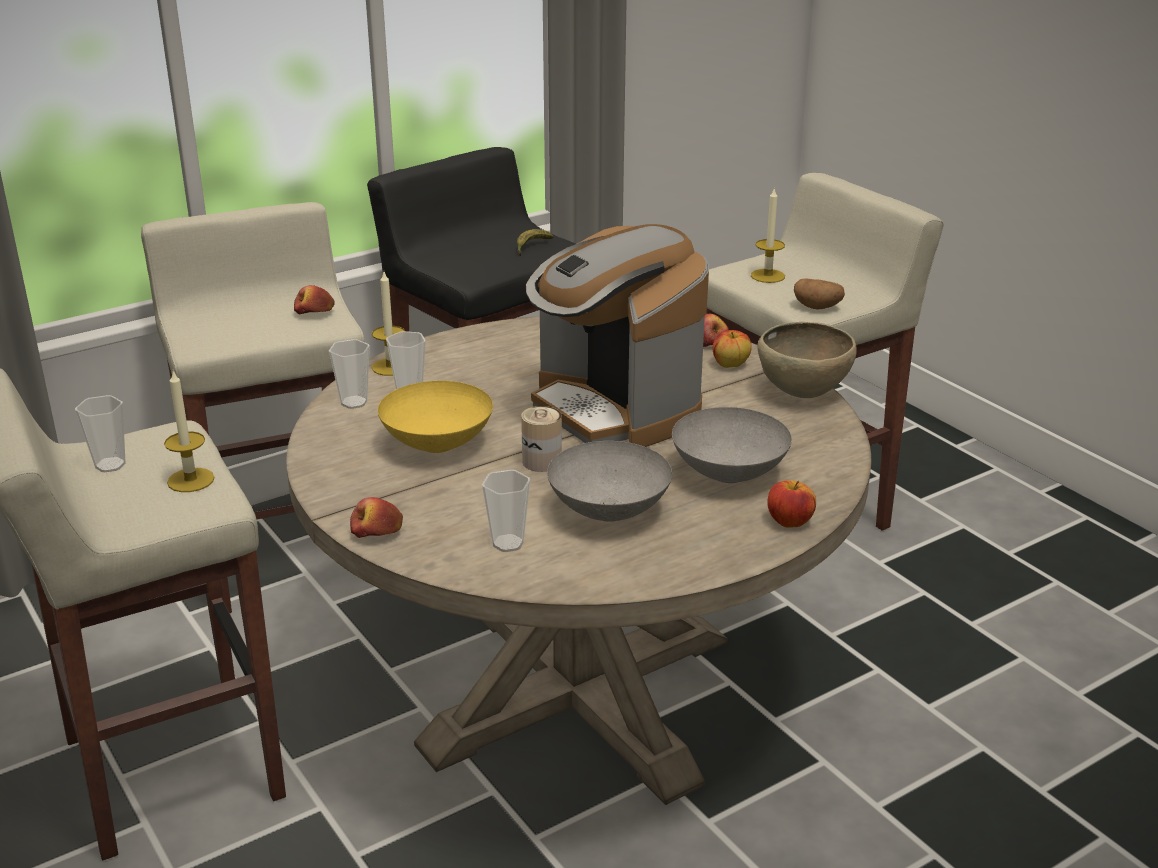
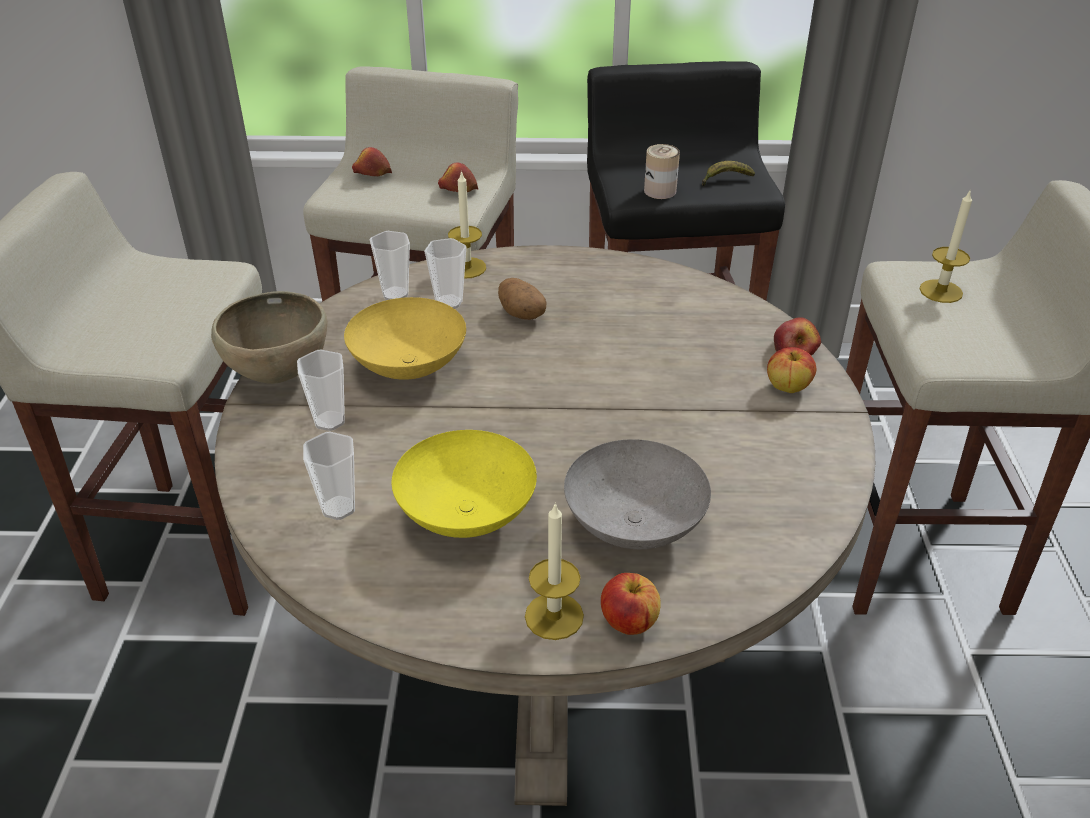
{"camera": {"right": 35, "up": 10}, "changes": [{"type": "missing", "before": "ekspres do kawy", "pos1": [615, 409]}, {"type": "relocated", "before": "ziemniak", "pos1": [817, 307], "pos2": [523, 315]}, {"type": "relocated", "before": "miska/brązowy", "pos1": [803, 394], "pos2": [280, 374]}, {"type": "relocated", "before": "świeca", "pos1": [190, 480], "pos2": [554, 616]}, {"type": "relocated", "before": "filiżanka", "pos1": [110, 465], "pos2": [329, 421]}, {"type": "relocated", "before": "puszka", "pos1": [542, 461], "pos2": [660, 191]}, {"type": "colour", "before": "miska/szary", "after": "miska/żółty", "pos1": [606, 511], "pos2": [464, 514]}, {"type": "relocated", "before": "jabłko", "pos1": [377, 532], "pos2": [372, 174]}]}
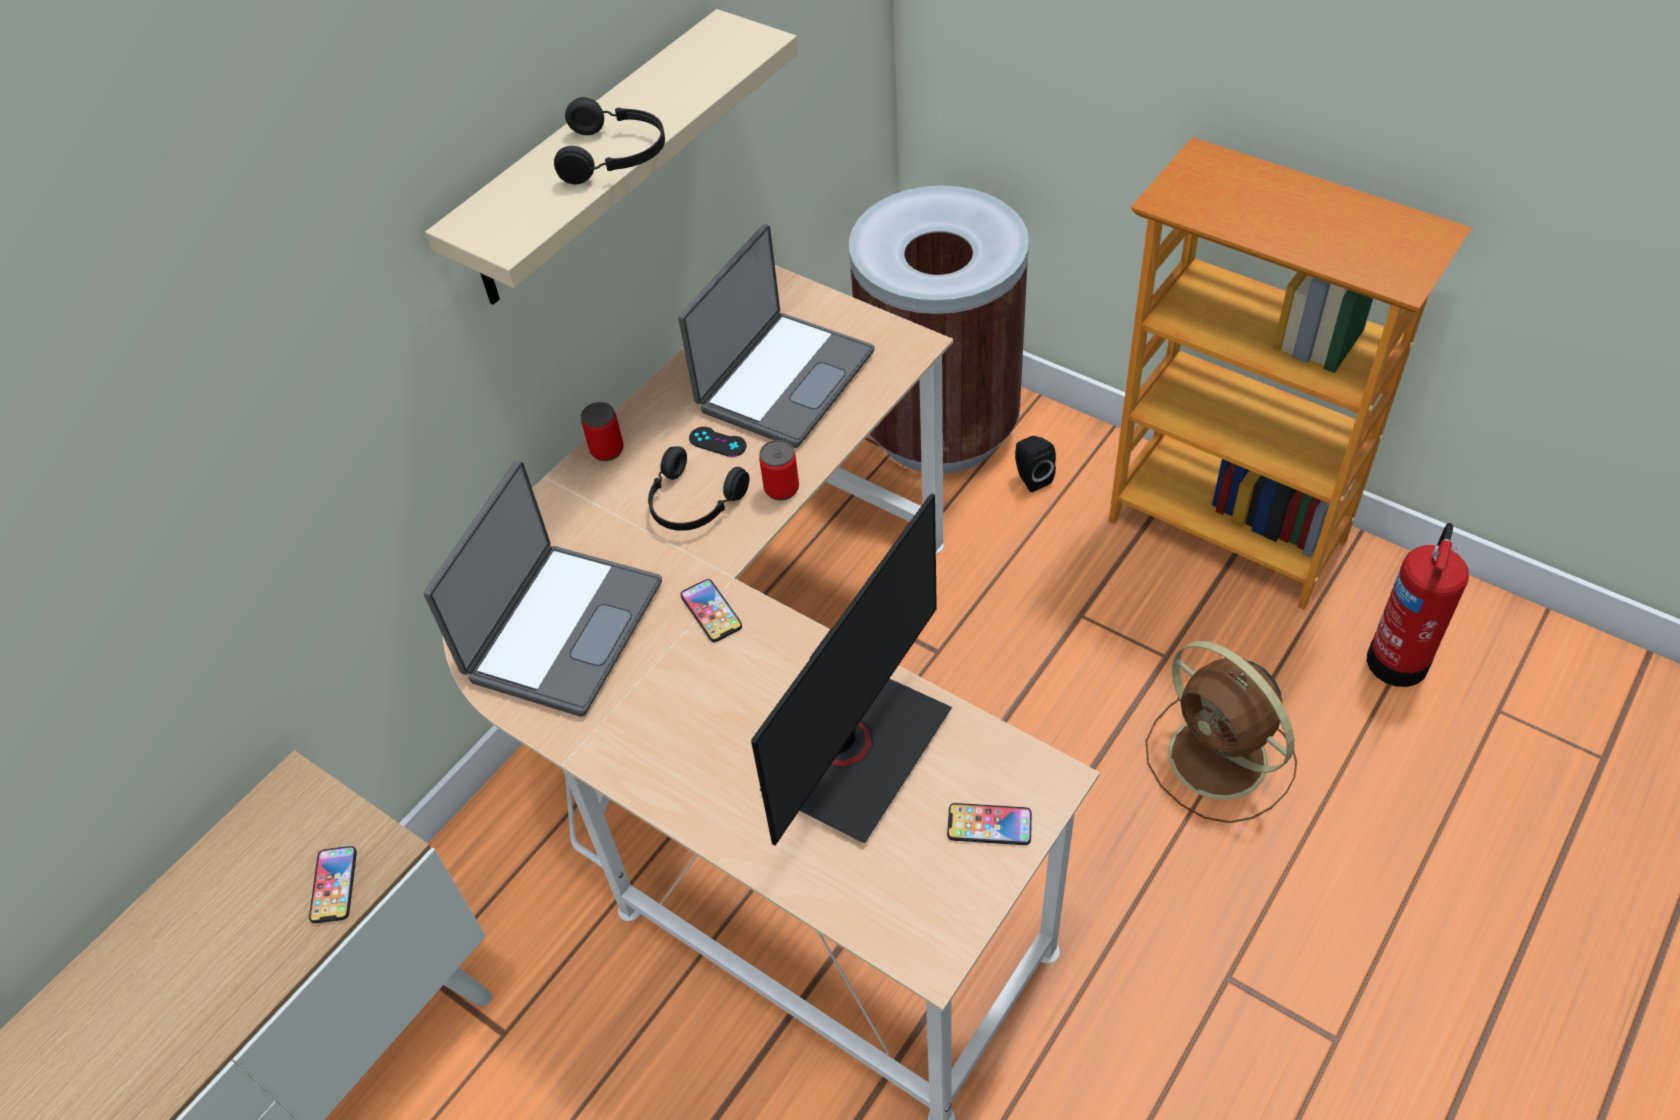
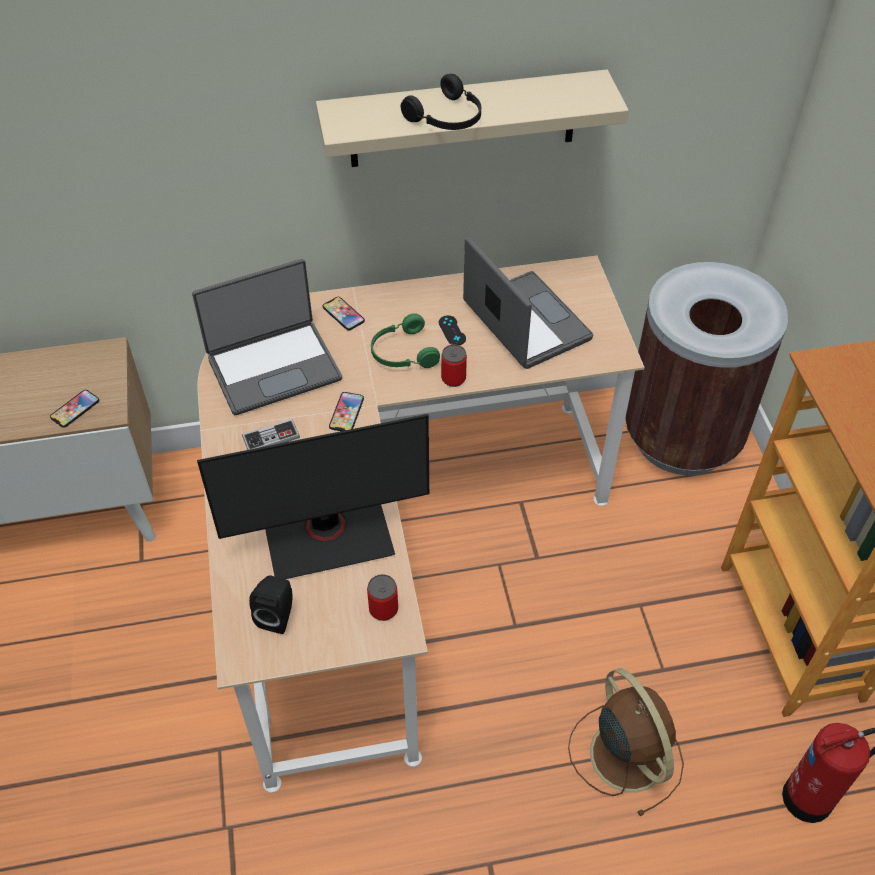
{"camera": {"right": 40, "up": 0}, "changes": [{"type": "spun", "before": "laptop", "pos1": [783, 380], "pos2": [524, 322], "turn": -105}, {"type": "relocated", "before": "puszka", "pos1": [607, 450], "pos2": [383, 609]}, {"type": "relocated", "before": "głośnik/czarny", "pos1": [1031, 478], "pos2": [278, 615]}, {"type": "colour", "before": "słuchawki/czarny", "after": "słuchawki/zielony", "pos1": [692, 504], "pos2": [402, 353]}, {"type": "spun", "before": "wentylator/brązowy", "pos1": [1221, 760], "pos2": [625, 752], "turn": 150}, {"type": "relocated", "before": "telefon", "pos1": [989, 825], "pos2": [343, 314]}, {"type": "appeared", "after": "pad do gier", "pos2": [271, 437]}]}
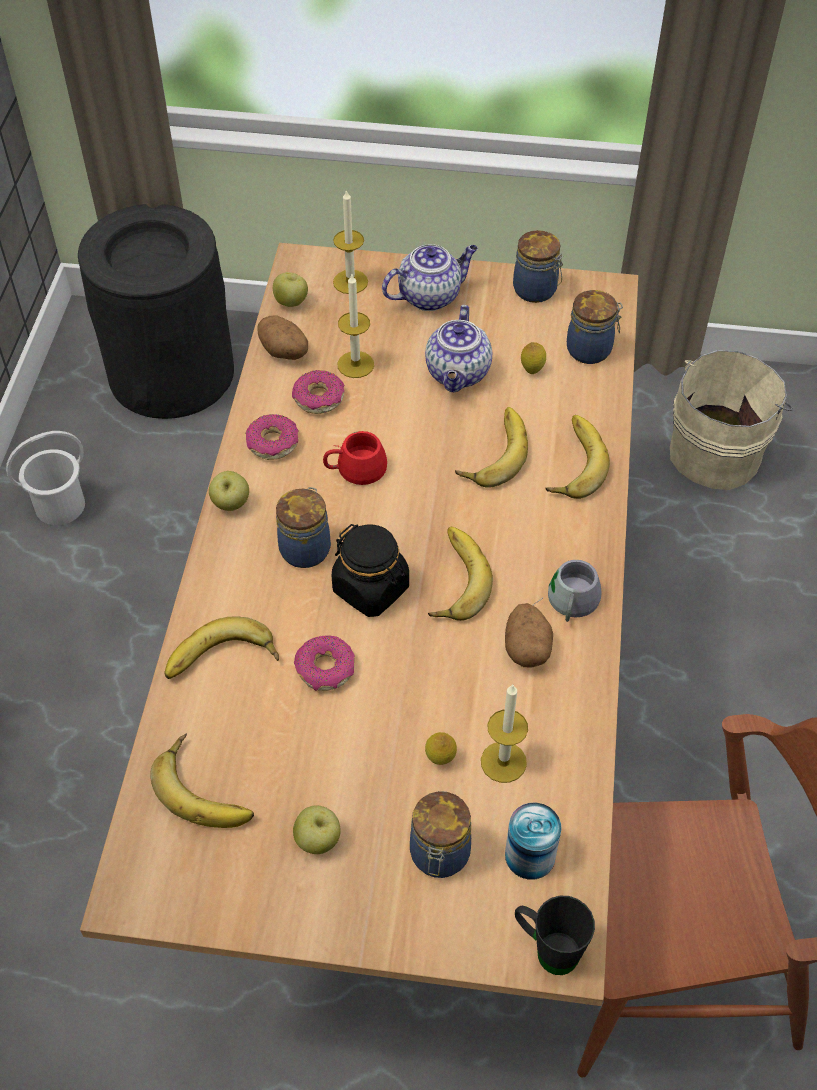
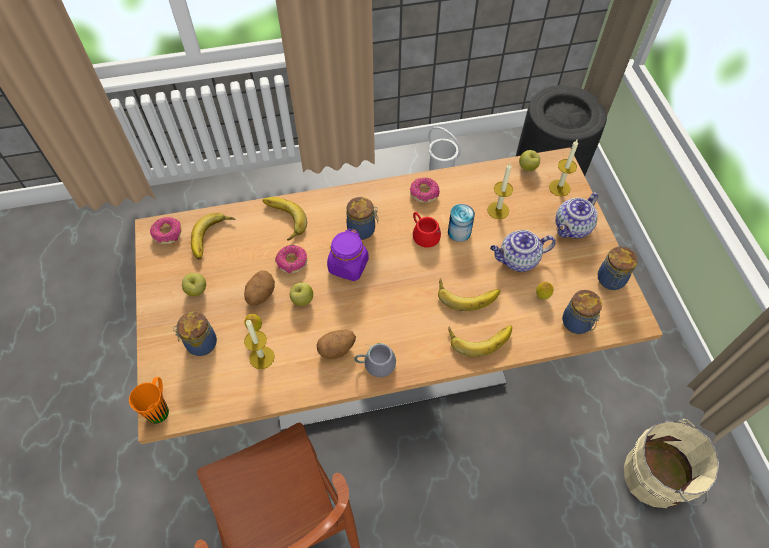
{"camera": {"right": 70, "up": 5}, "changes": [{"type": "spun", "before": "imbryk", "pos1": [430, 296], "pos2": [572, 228], "turn": 90}, {"type": "relocated", "before": "ziemniak", "pos1": [285, 352], "pos2": [260, 295]}, {"type": "relocated", "before": "donut", "pos1": [318, 398], "pos2": [168, 233]}, {"type": "relocated", "before": "jabłko", "pos1": [231, 504], "pos2": [302, 300]}, {"type": "colour", "before": "słoik/czarny", "after": "słoik/fioletowy", "pos1": [371, 589], "pos2": [348, 266]}, {"type": "missing", "before": "banan", "pos1": [452, 579]}, {"type": "relocated", "before": "puszka", "pos1": [530, 855], "pos2": [459, 232]}, {"type": "colour", "before": "kubek/czarny", "after": "kubek/pomarańczowy", "pos1": [547, 949], "pos2": [160, 407]}]}
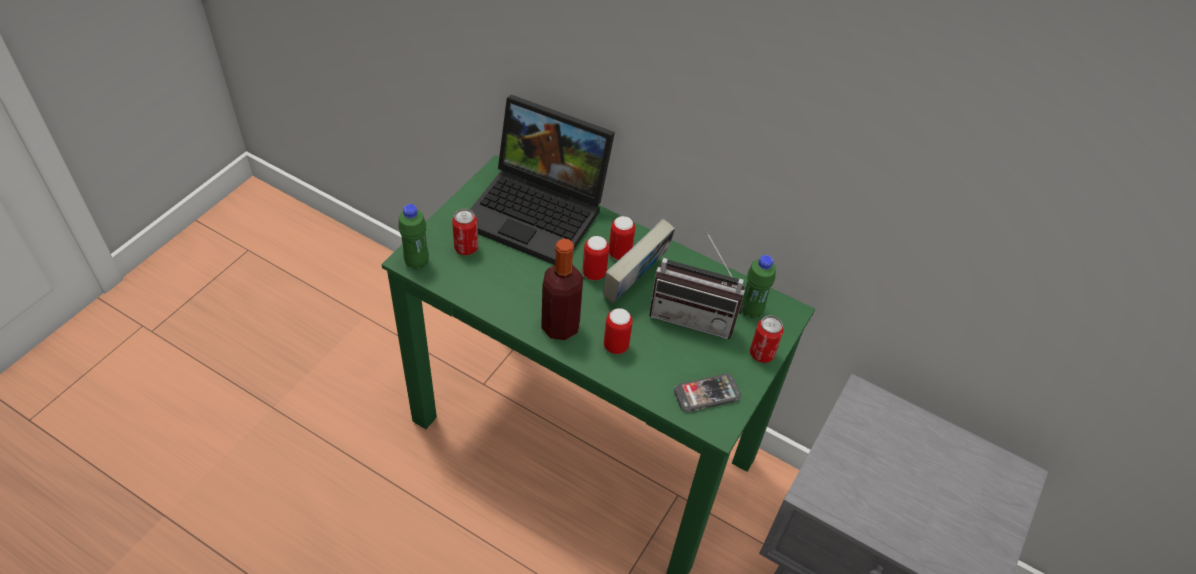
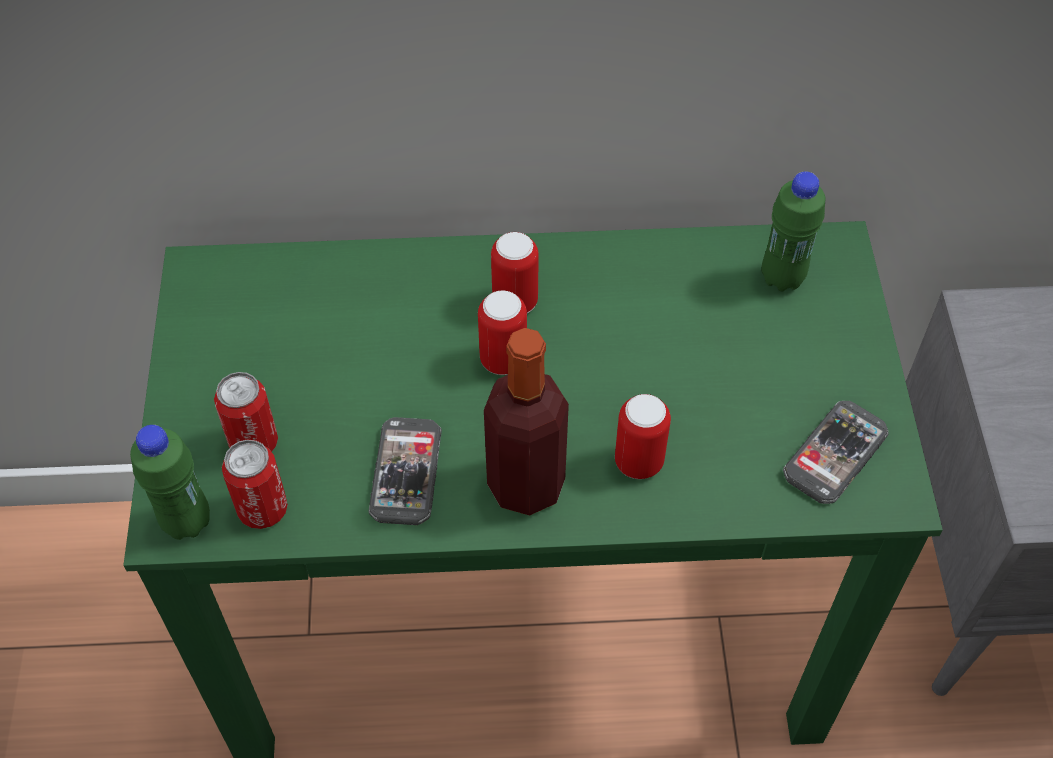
{"camera": {"right": -30, "up": 5}, "changes": [{"type": "missing", "before": "laptop", "pos1": [540, 211]}, {"type": "missing", "before": "książka", "pos1": [635, 283]}, {"type": "missing", "before": "radio", "pos1": [694, 314]}, {"type": "relocated", "before": "puszka", "pos1": [761, 353], "pos2": [262, 509]}, {"type": "appeared", "after": "telefon", "pos2": [406, 472]}]}
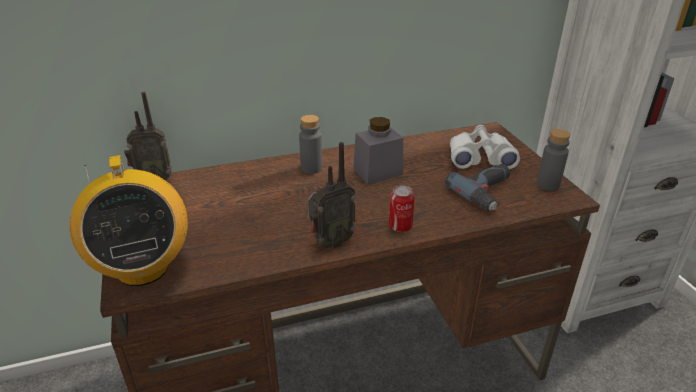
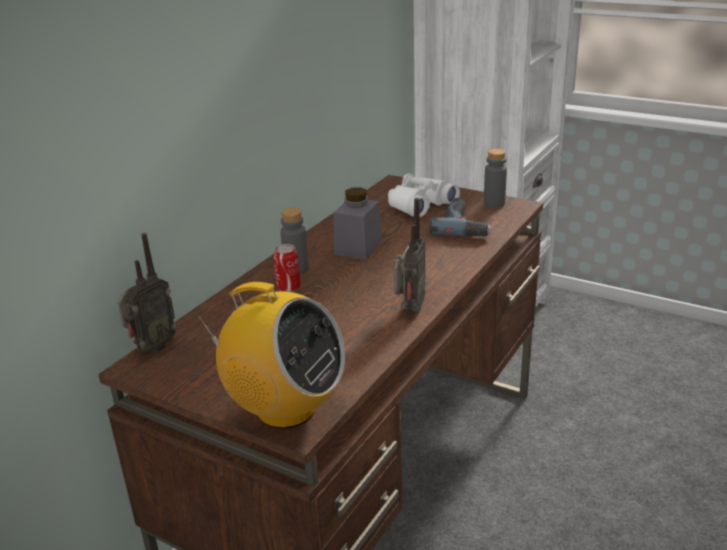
{"camera": {"right": -40, "up": -5}, "changes": [{"type": "relocated", "before": "puszka", "pos1": [400, 226], "pos2": [288, 287]}]}
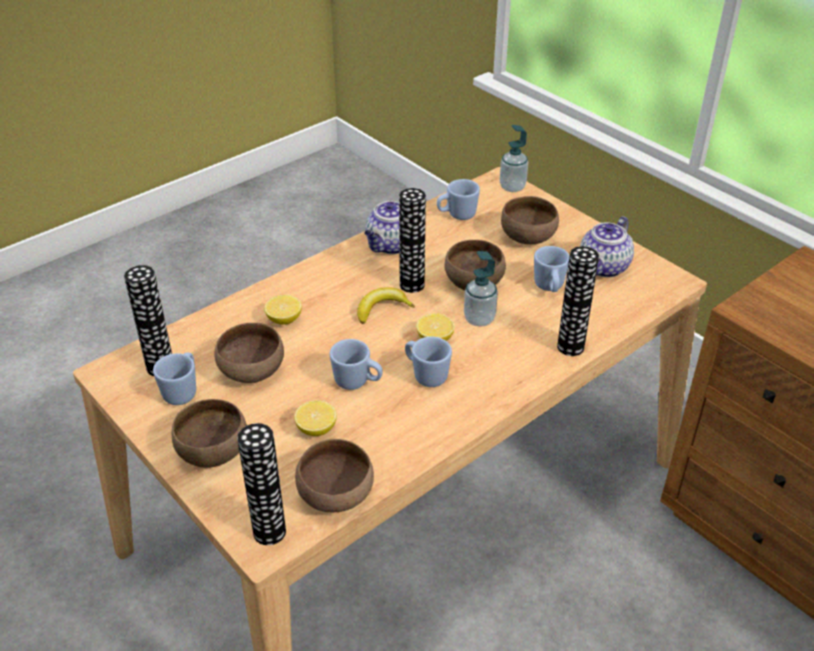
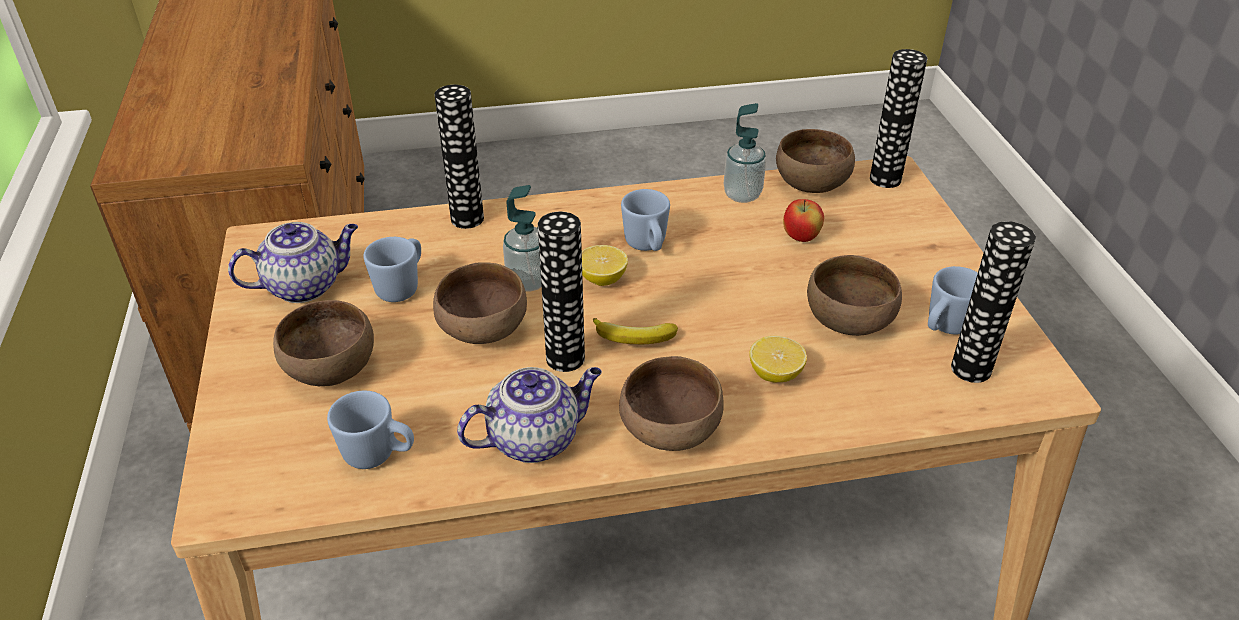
{"camera": {"right": -150, "up": 0}, "changes": [{"type": "relocated", "before": "dozownik mydła", "pos1": [512, 187], "pos2": [742, 195]}, {"type": "missing", "before": "kubek/niebieski", "pos1": [357, 382]}, {"type": "relocated", "before": "miska/brązowy", "pos1": [212, 450], "pos2": [670, 432]}, {"type": "exchanged", "before": "cytryna", "after": "jabłko", "pos1": [316, 429], "pos2": [801, 237]}]}
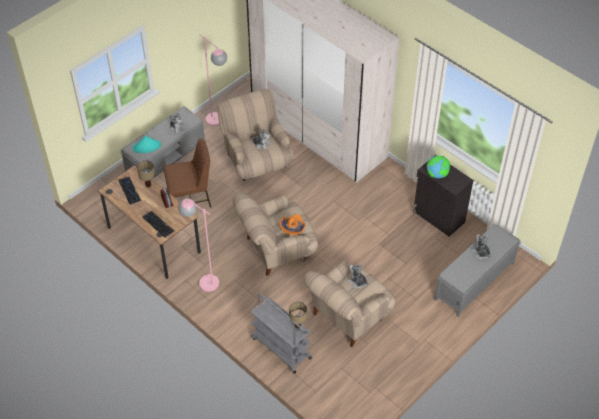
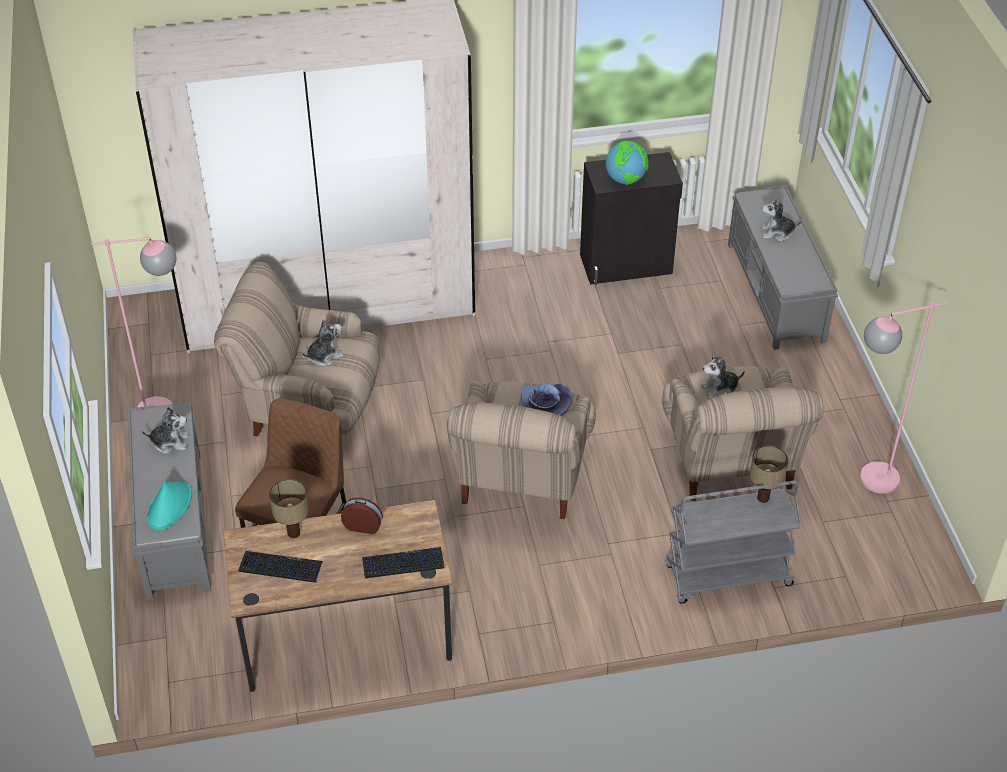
{"camera": {"right": -55, "up": -5}, "changes": [{"type": "relocated", "before": "lampa stojąca/różowy", "pos1": [203, 279], "pos2": [866, 482]}, {"type": "colour", "before": "kapelusz/pomarańczowy", "after": "kapelusz/fioletowy", "pos1": [293, 227], "pos2": [543, 407]}]}
